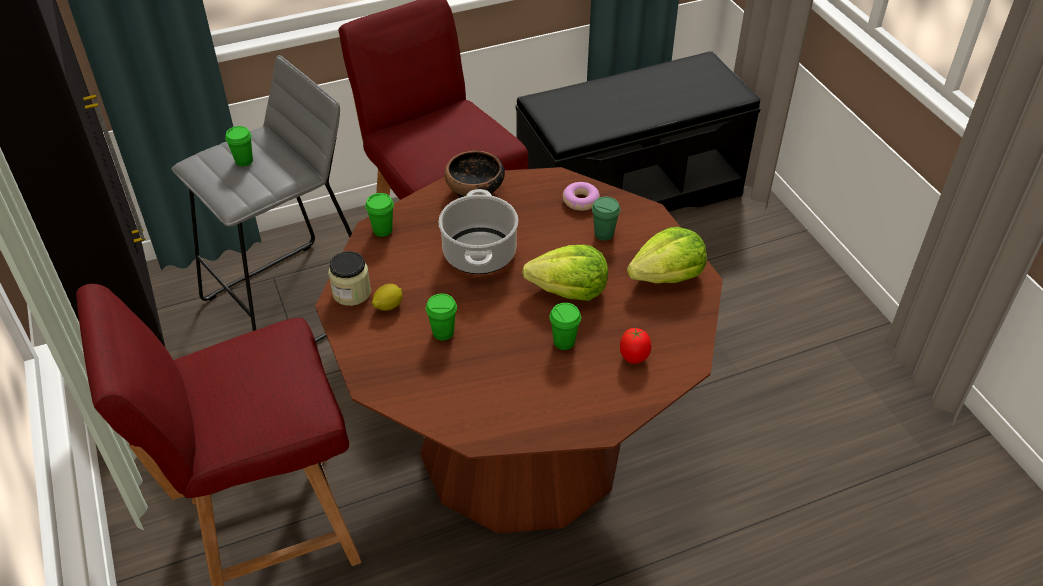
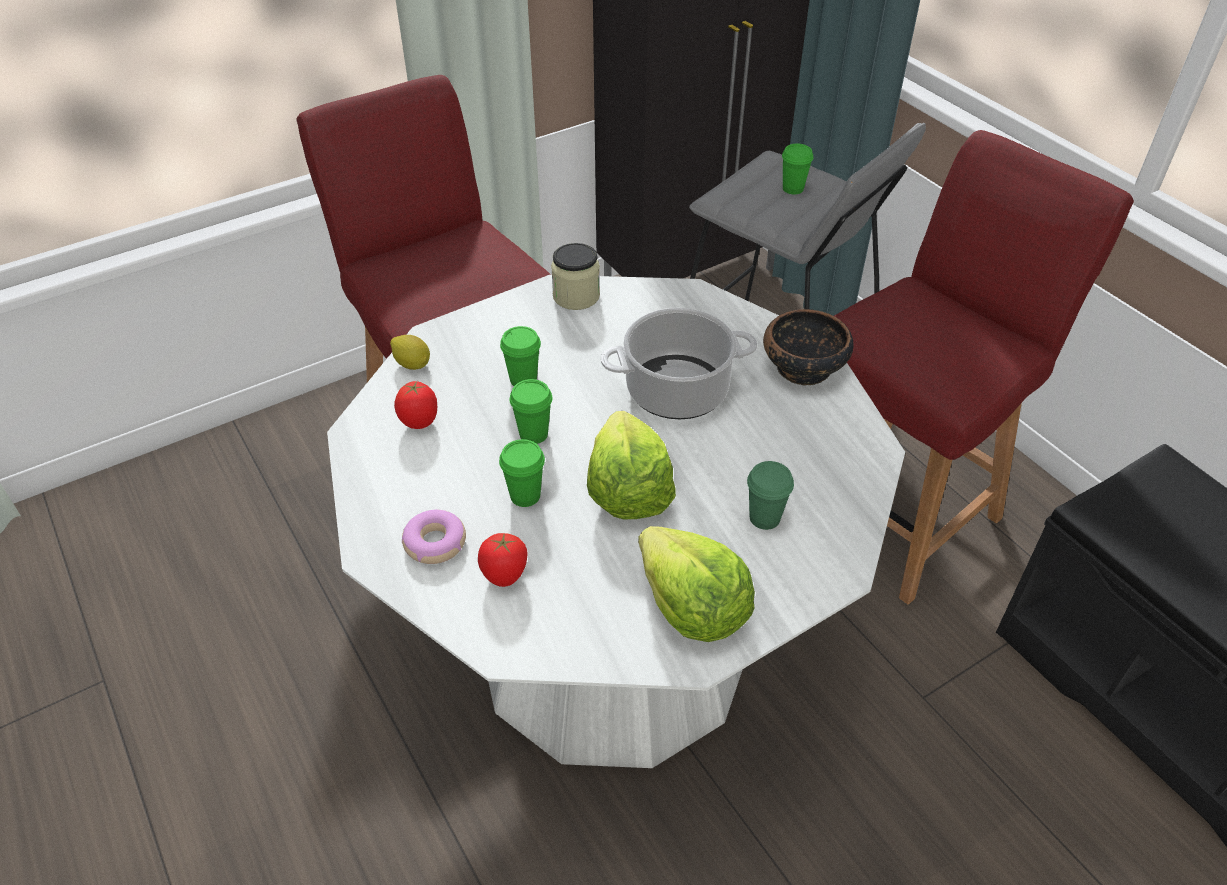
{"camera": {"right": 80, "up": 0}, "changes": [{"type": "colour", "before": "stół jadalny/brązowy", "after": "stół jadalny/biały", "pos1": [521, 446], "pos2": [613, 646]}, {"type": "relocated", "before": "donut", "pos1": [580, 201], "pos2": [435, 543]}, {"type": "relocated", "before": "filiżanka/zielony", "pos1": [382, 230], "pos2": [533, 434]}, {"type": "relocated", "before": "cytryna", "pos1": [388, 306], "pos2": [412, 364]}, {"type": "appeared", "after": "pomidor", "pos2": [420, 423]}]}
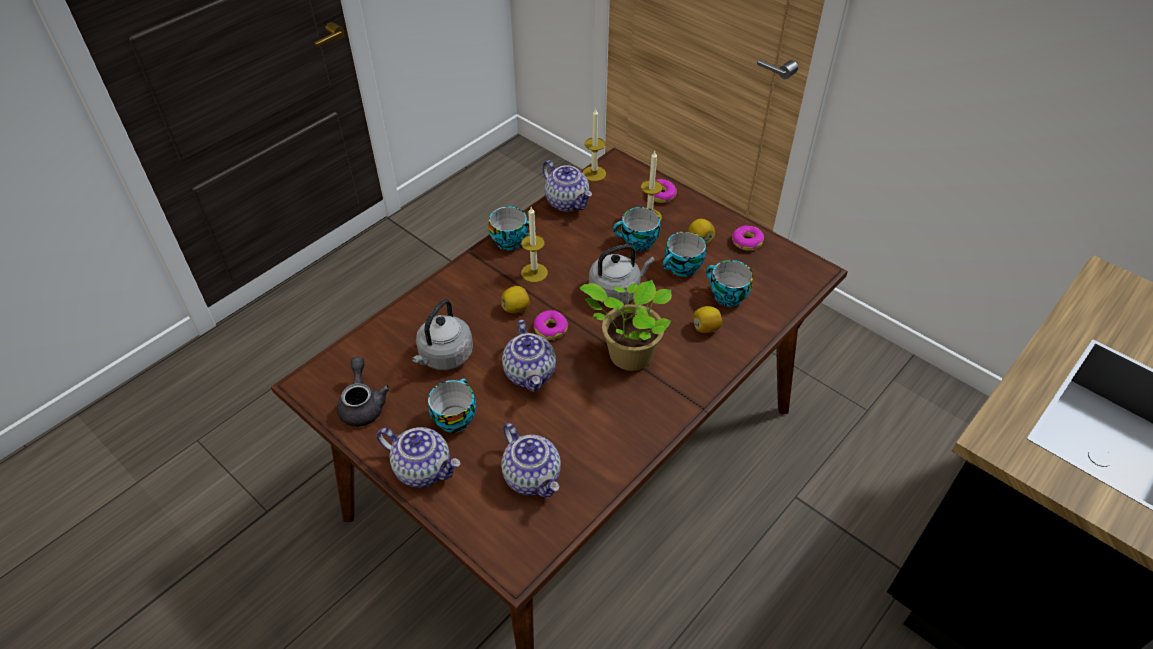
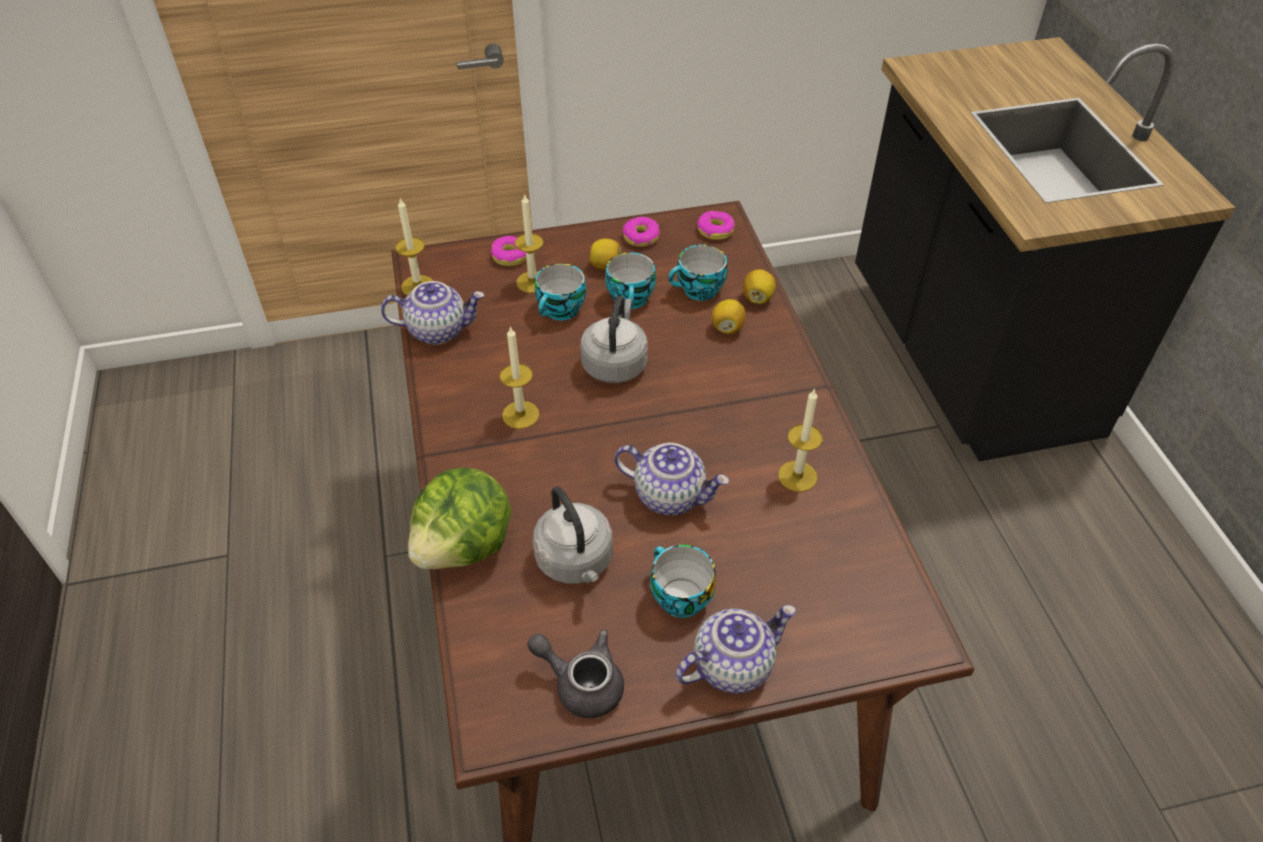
{"camera": {"right": -55, "up": 0}, "changes": [{"type": "missing", "before": "filiżanka", "pos1": [511, 241]}, {"type": "missing", "before": "roślina doniczkowa", "pos1": [627, 355]}, {"type": "relocated", "before": "cytryna", "pos1": [516, 308], "pos2": [757, 298]}, {"type": "relocated", "before": "donut", "pos1": [550, 329], "pos2": [715, 230]}, {"type": "missing", "before": "imbryk", "pos1": [533, 477]}, {"type": "appeared", "after": "świeca", "pos2": [797, 476]}, {"type": "appeared", "after": "sałata", "pos2": [465, 546]}]}
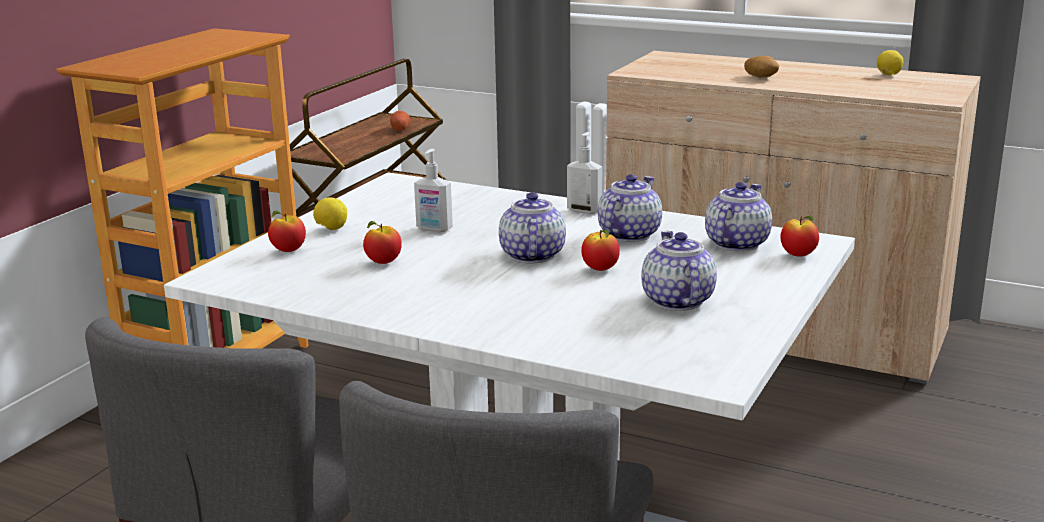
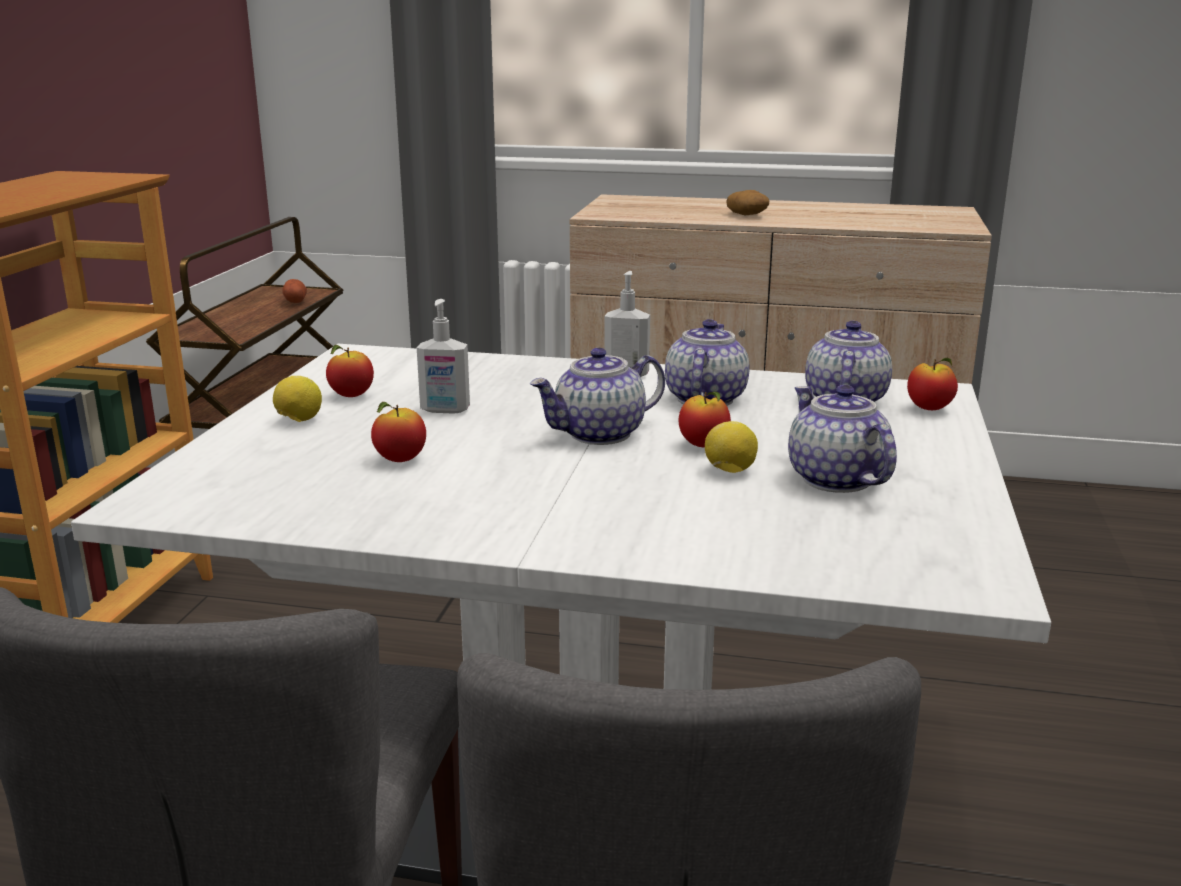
{"camera": {"right": -15, "up": 0}, "changes": [{"type": "relocated", "before": "cytryna", "pos1": [888, 75], "pos2": [729, 471]}, {"type": "spun", "before": "imbryk", "pos1": [531, 255], "pos2": [599, 434], "turn": -105}, {"type": "relocated", "before": "jabłko", "pos1": [288, 250], "pos2": [351, 396]}]}
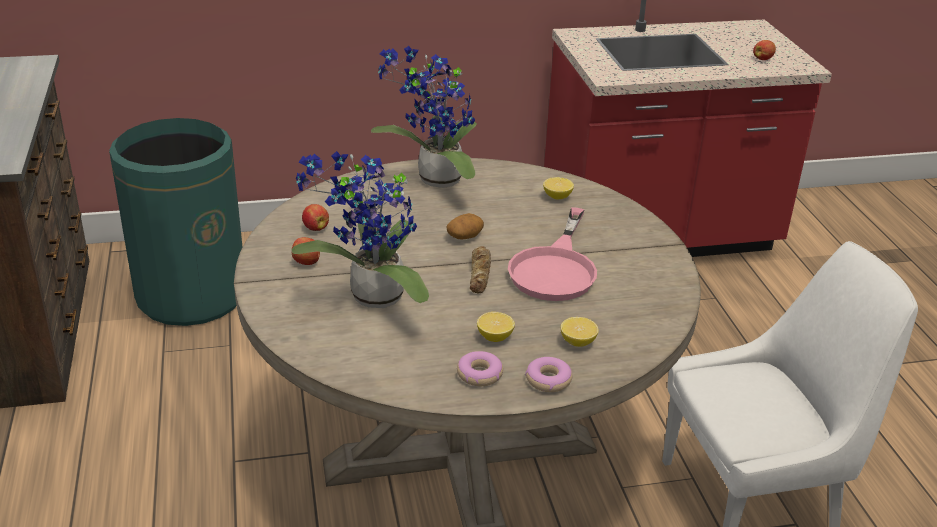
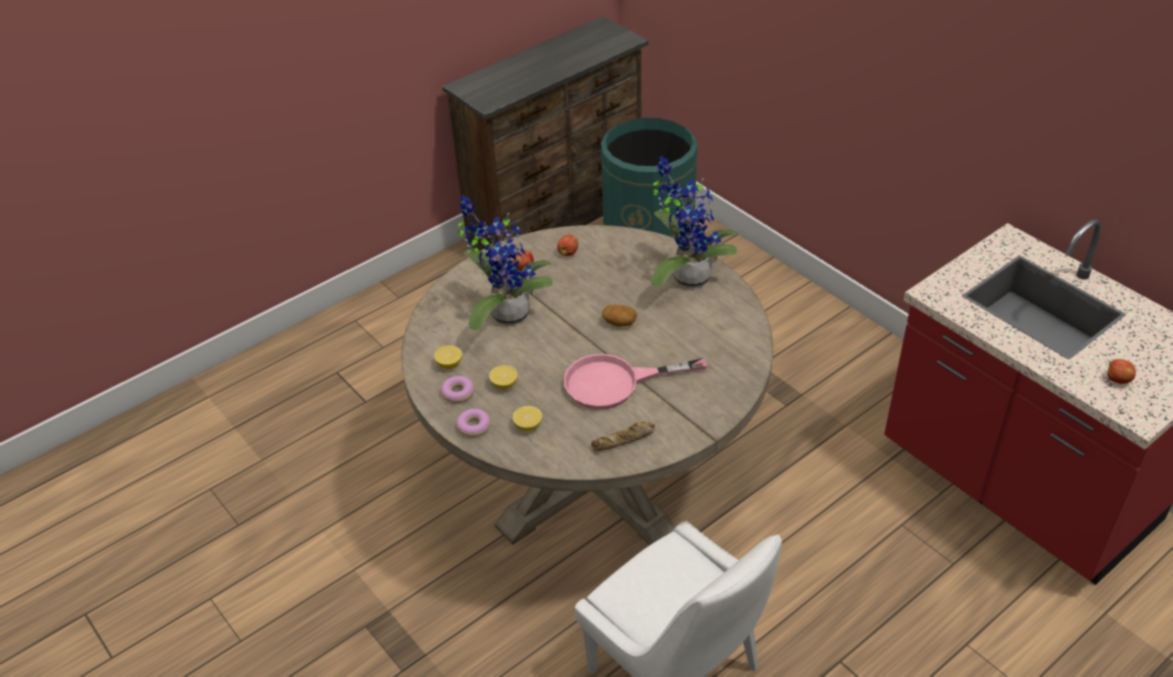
{"camera": {"right": 65, "up": 10}, "changes": [{"type": "relocated", "before": "cytryna", "pos1": [557, 197], "pos2": [449, 364]}, {"type": "relocated", "before": "chleb", "pos1": [480, 274], "pos2": [624, 440]}]}
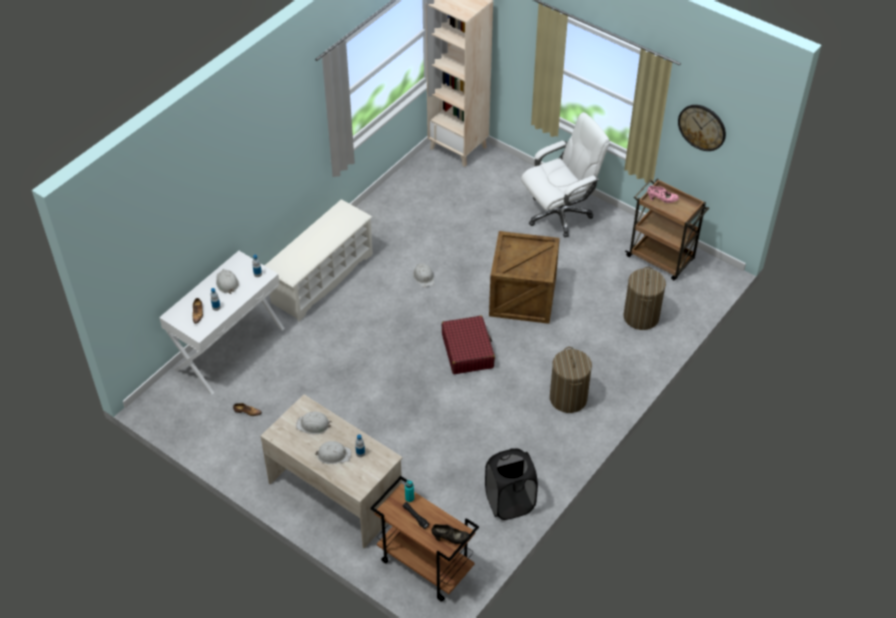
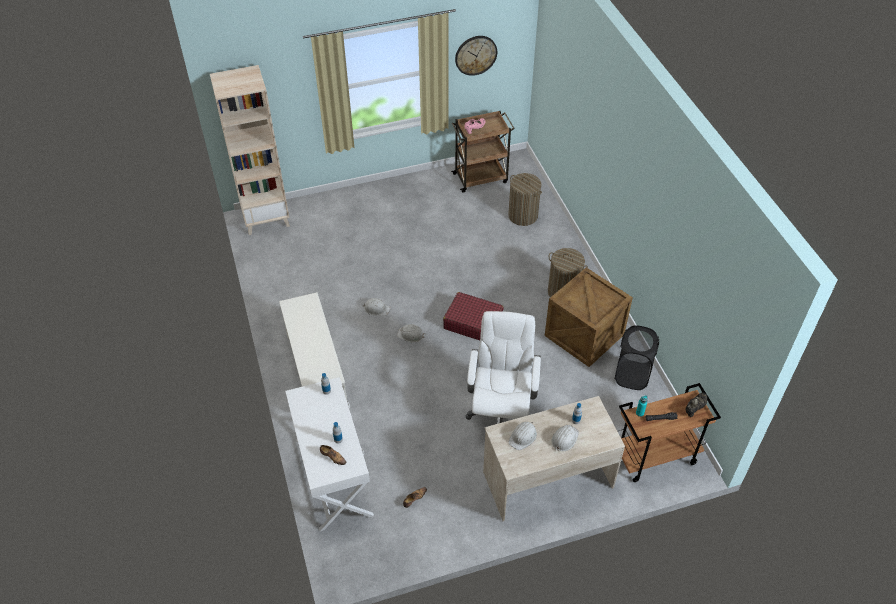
{"camera": {"right": -55, "up": 0}, "changes": [{"type": "relocated", "before": "krzesło biurowe/biały", "pos1": [559, 213], "pos2": [500, 411]}, {"type": "relocated", "before": "skrzynka", "pos1": [523, 296], "pos2": [584, 334]}, {"type": "relocated", "before": "kask/biały", "pos1": [227, 283], "pos2": [410, 335]}]}
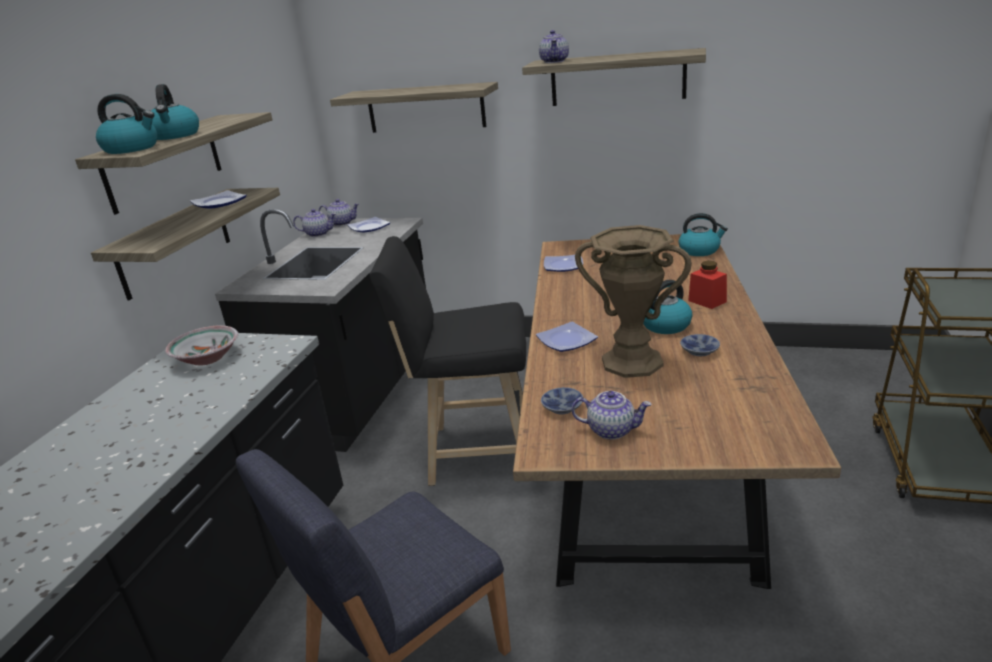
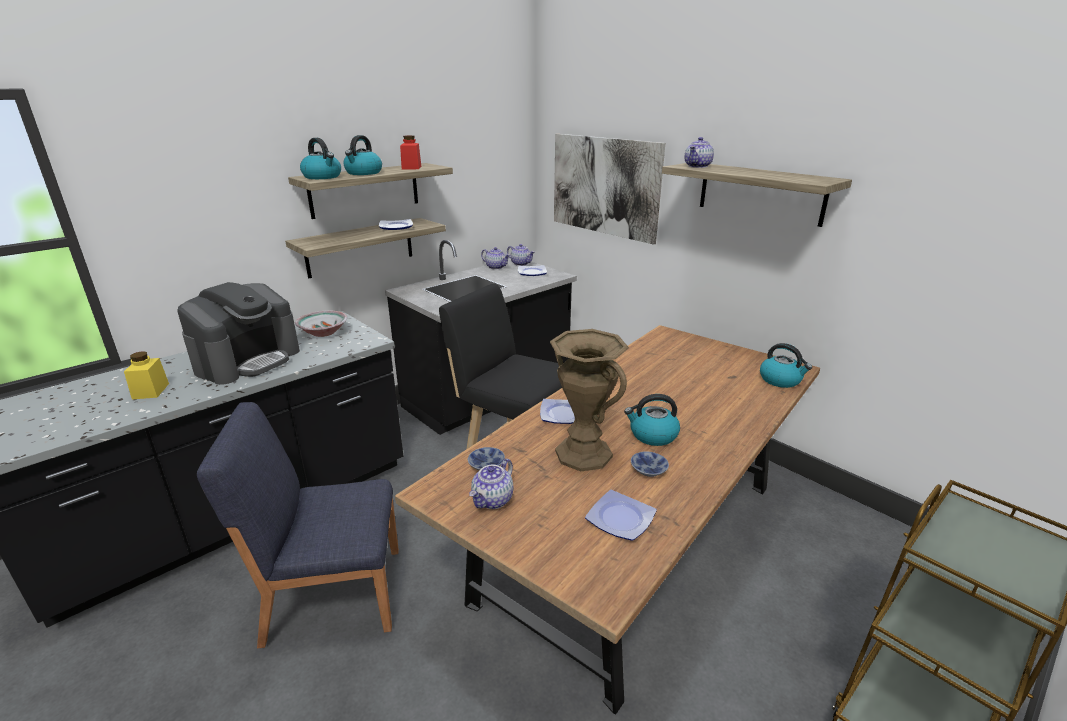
{"camera": {"right": 30, "up": 0}, "changes": [{"type": "exchanged", "before": "półka", "after": "obraz", "pos1": [425, 108], "pos2": [604, 186]}, {"type": "relocated", "before": "talerz", "pos1": [562, 266], "pos2": [619, 519]}, {"type": "relocated", "before": "słoik/czerwony", "pos1": [707, 301], "pos2": [411, 167]}, {"type": "spun", "before": "imbryk", "pos1": [612, 430], "pos2": [493, 500], "turn": 75}, {"type": "appeared", "after": "ekspres do kawy", "pos2": [248, 360]}, {"type": "appeared", "after": "słoik/żółty", "pos2": [151, 391]}]}
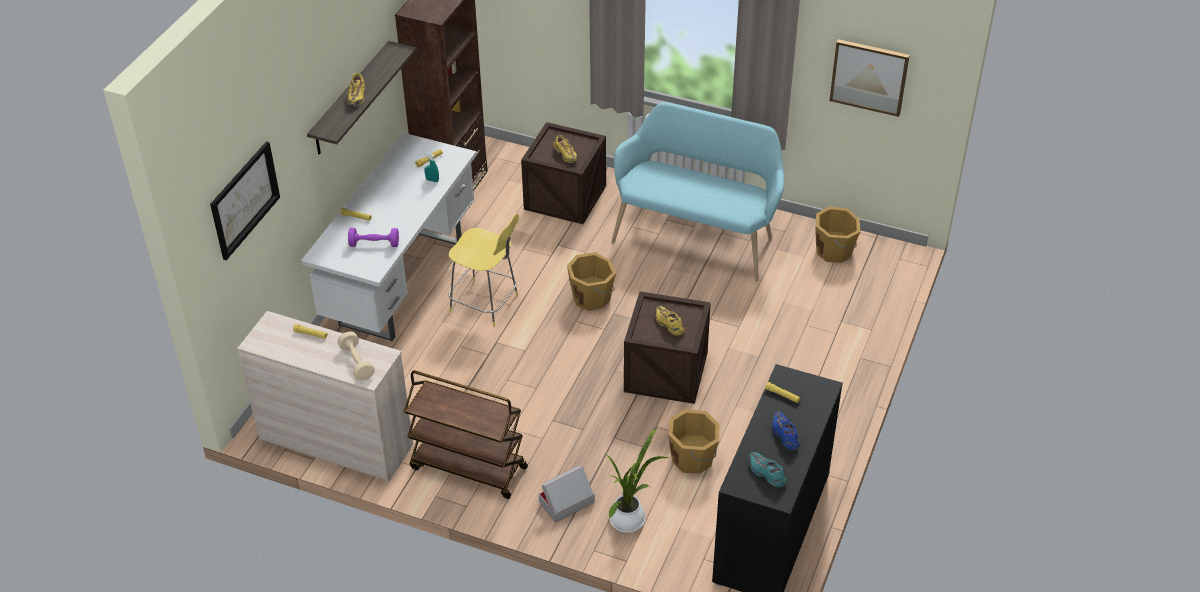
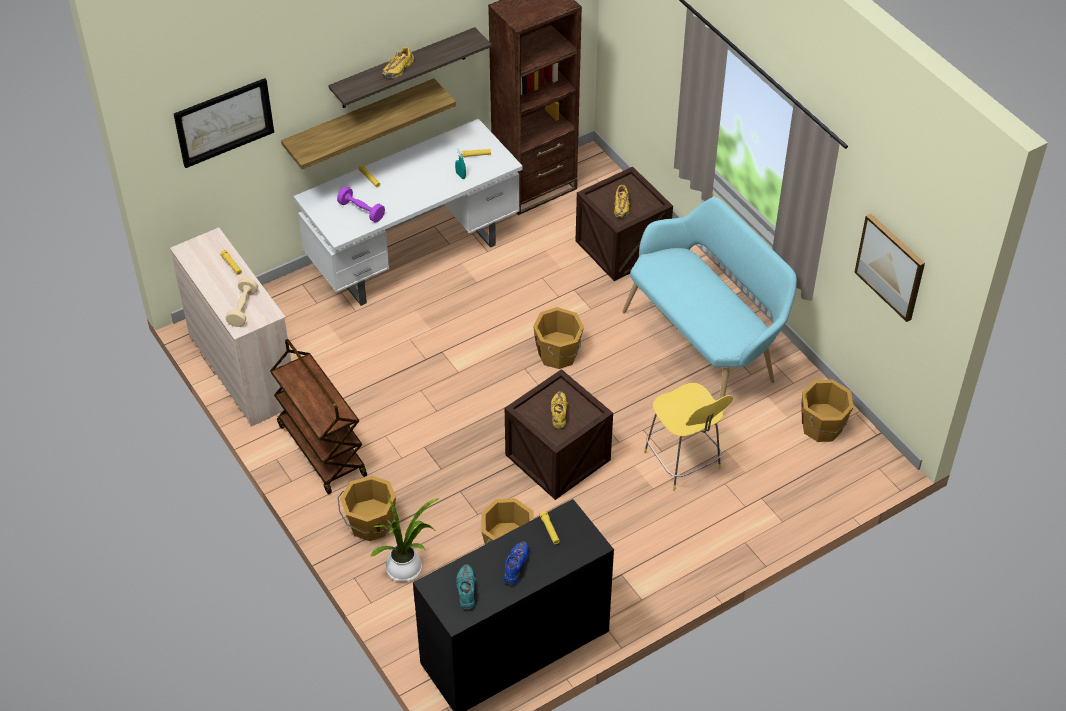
{"camera": {"right": 35, "up": 5}, "changes": [{"type": "relocated", "before": "stołek/żółty", "pos1": [486, 304], "pos2": [683, 462]}, {"type": "exchanged", "before": "karton", "after": "wiadro/pomarańczowy", "pos1": [566, 502], "pos2": [370, 524]}, {"type": "appeared", "after": "półka", "pos2": [360, 121]}]}
